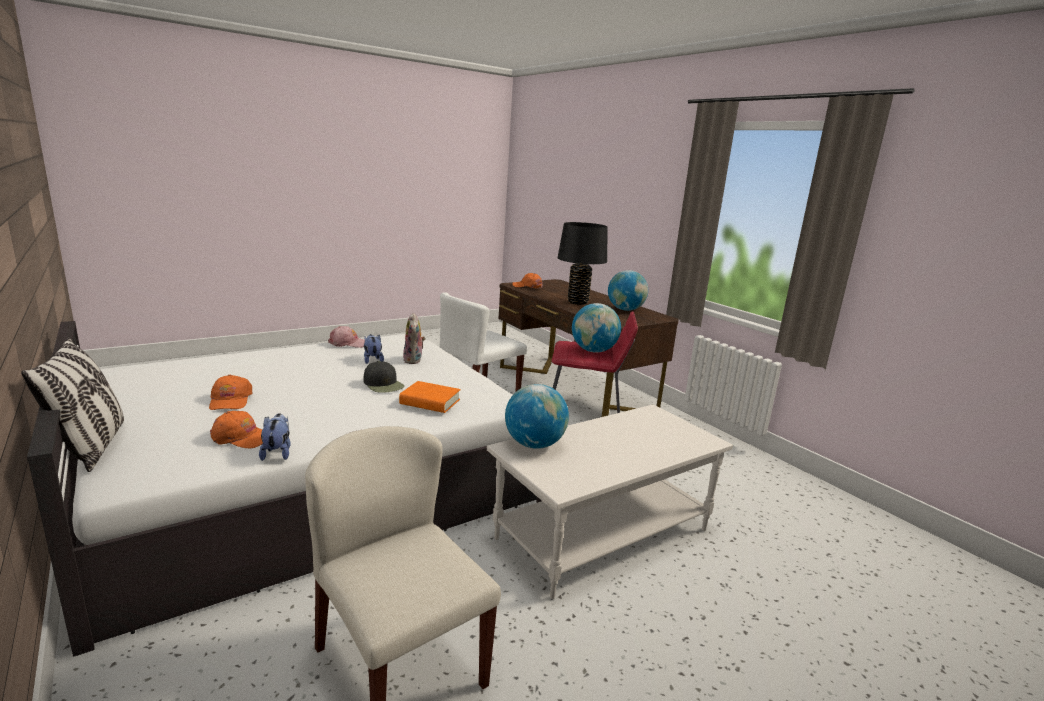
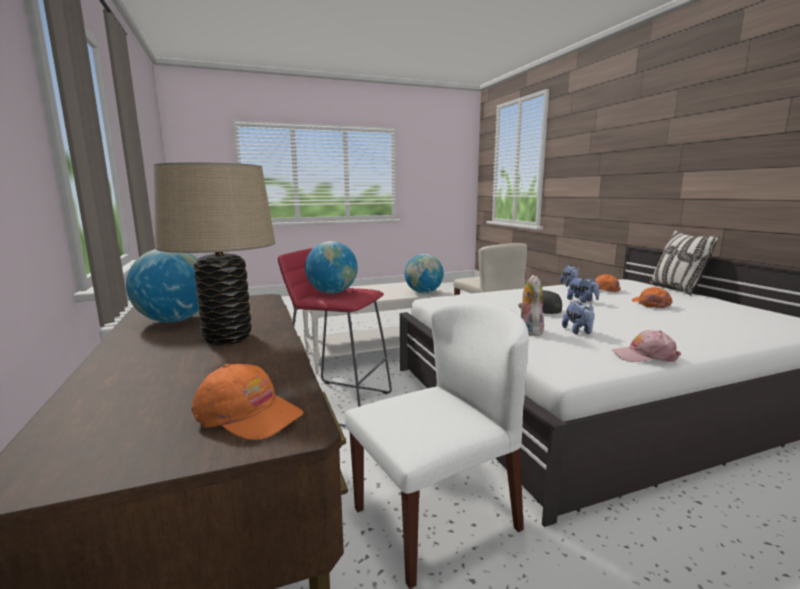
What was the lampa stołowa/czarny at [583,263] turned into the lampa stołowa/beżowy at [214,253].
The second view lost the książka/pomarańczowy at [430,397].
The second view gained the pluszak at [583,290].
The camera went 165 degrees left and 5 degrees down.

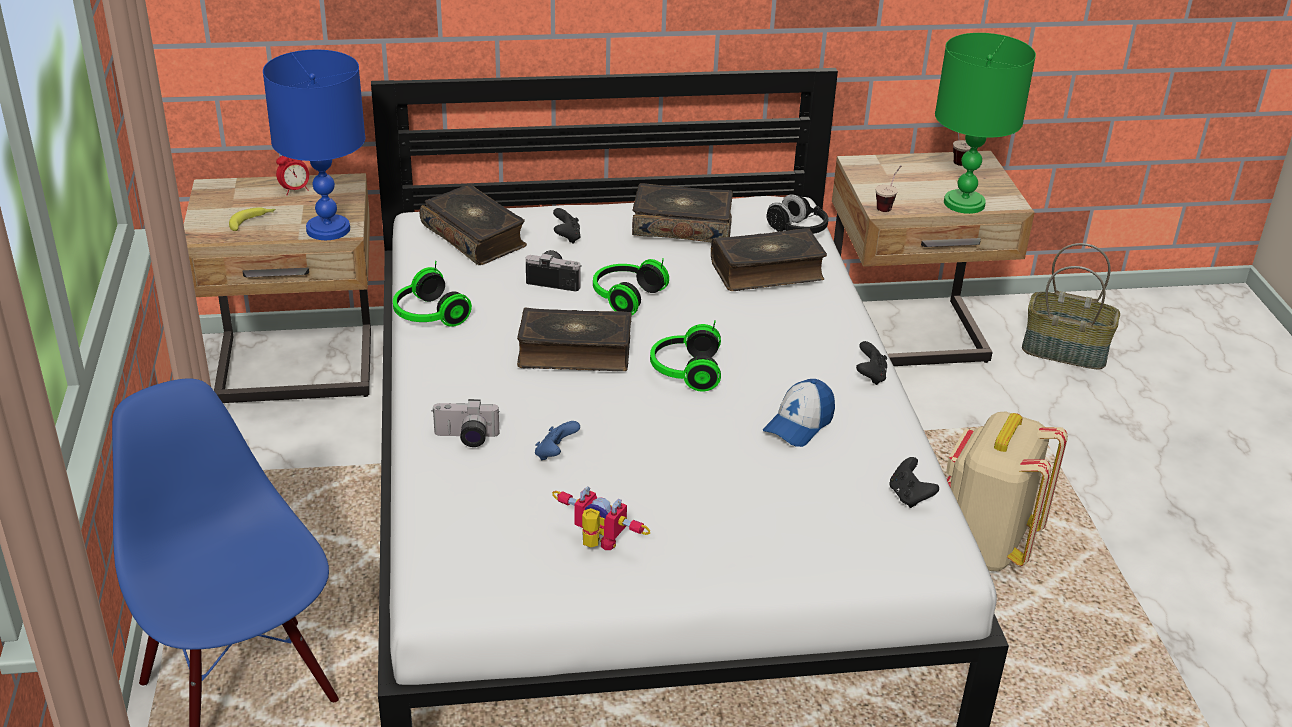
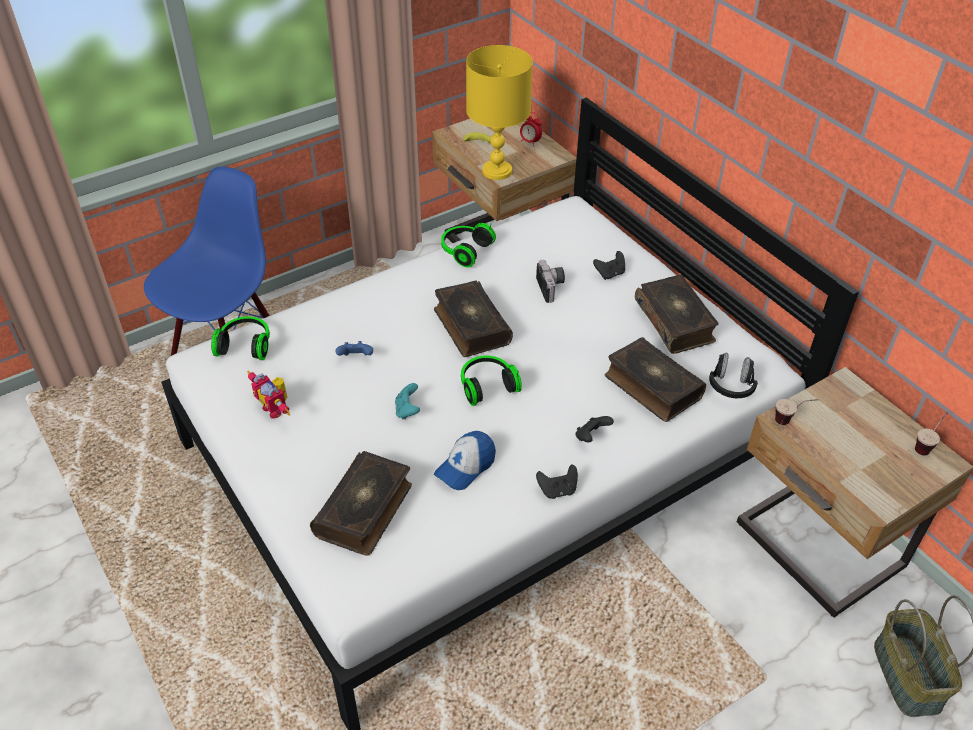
The second view lost the lampa stołowa/zielony at [985,123].
What was the lampa stołowa/niebieski at [314,145] turned into the lampa stołowa/żółty at [499,112].
The książka ended up elsewhere, having gone from [473,224] to [361,503].
The słuchawki ended up elsewhere, having gone from [631,286] to [240,338].
The czapka z daszkiem at [799,413] ended up facing another way, 60 degrees counterclockwise from before.
The second view lost the aparat fotograficzny at [466,423].
The second view lost the plecak/beżowy at [1007,491].
The pad do gier/czarny ended up elsewhere, having gone from [914,482] to [595,429].
The robot zabawkowy at [601,518] ended up facing another way, 135 degrees clockwise from before.
The second view gained the pad do gier/turkusowy at [407,401].
The camera went 65 degrees right and 10 degrees up.

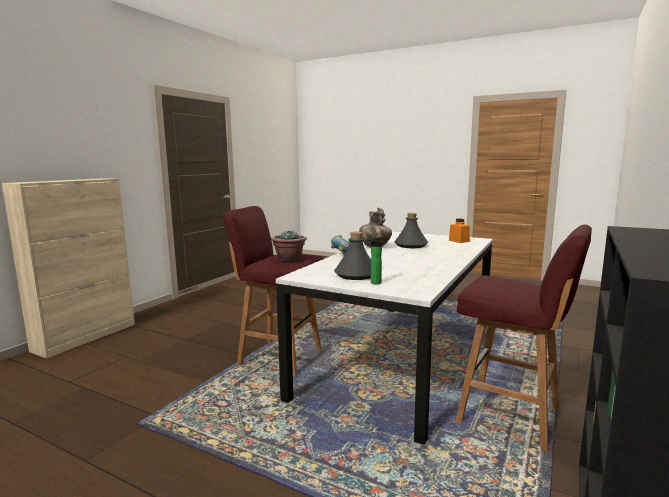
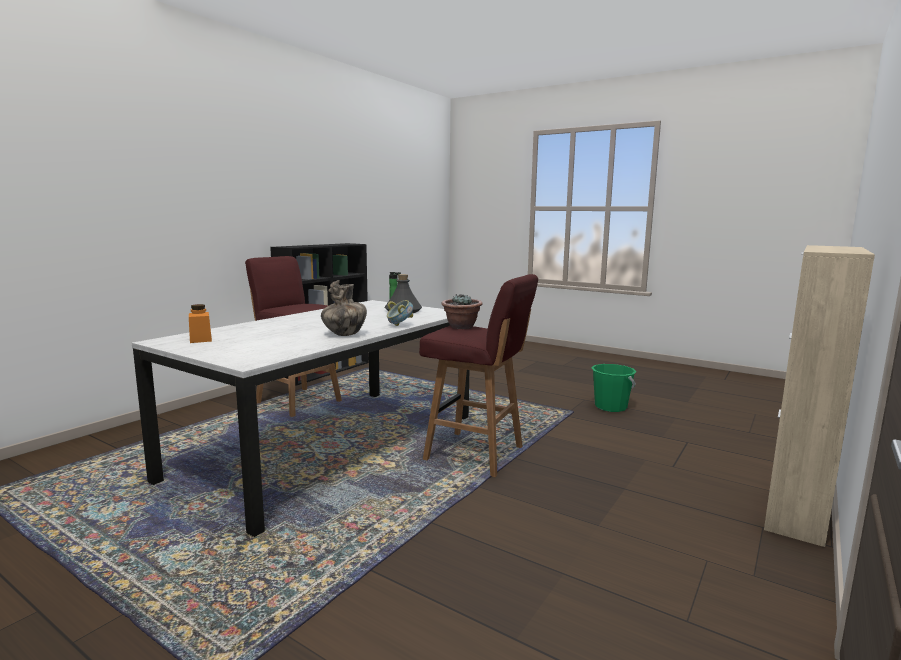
The second view lost the butelka/szary at [411,230].
The second view gained the wiadro/zielony at [614,388].
The camera went 175 degrees left and 0 degrees up.

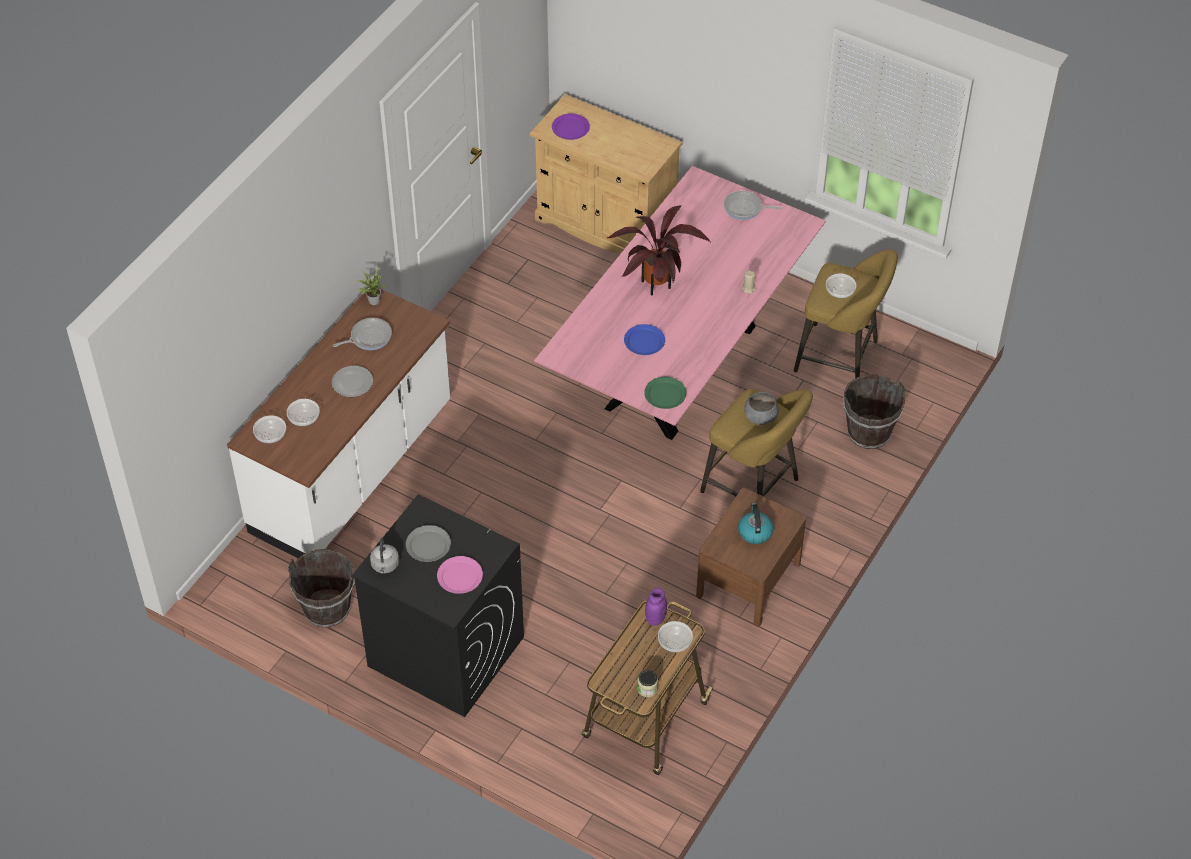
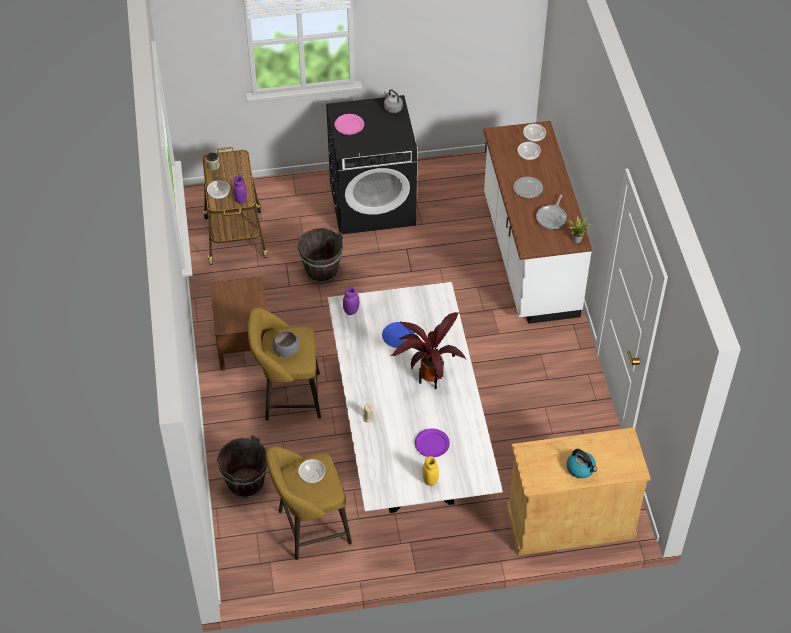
The talerz/fioletowy ended up elsewhere, having gone from [571,126] to [432,442].
What was the stół jadalny/różowy at [680,303] turned into the stół jadalny/biały at [415,397].
Where the patelnia stood at [753,205], the słoik/żółty came to stand at [431,471].
Where the talerz/zielony stood at [665,393], the słoik/fioletowy came to stand at [351,301].
The czajnik ended up elsewhere, having gone from [755,523] to [582,463].
The second view lost the talerz/szary at [428,543].
The wiadro/brązowy ended up elsewhere, having gone from [321,588] to [320,256].
The camera went 140 degrees right and 0 degrees up.

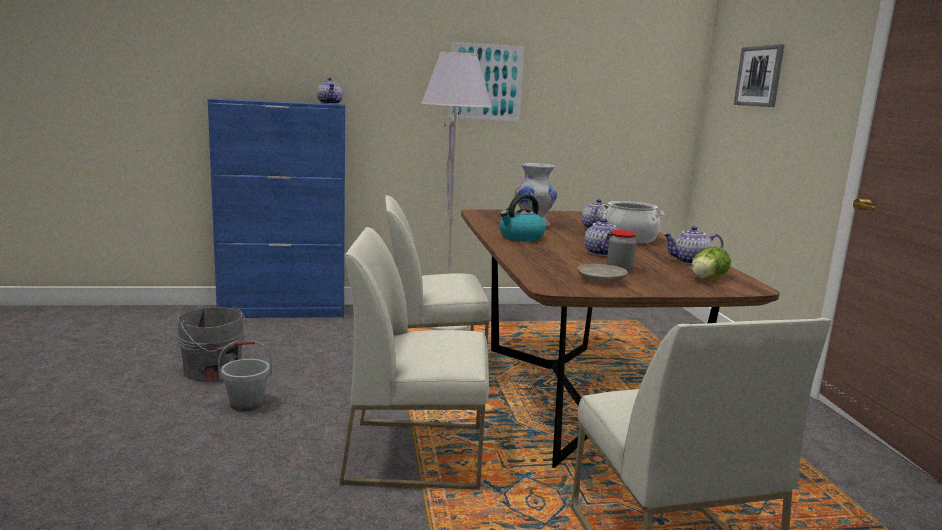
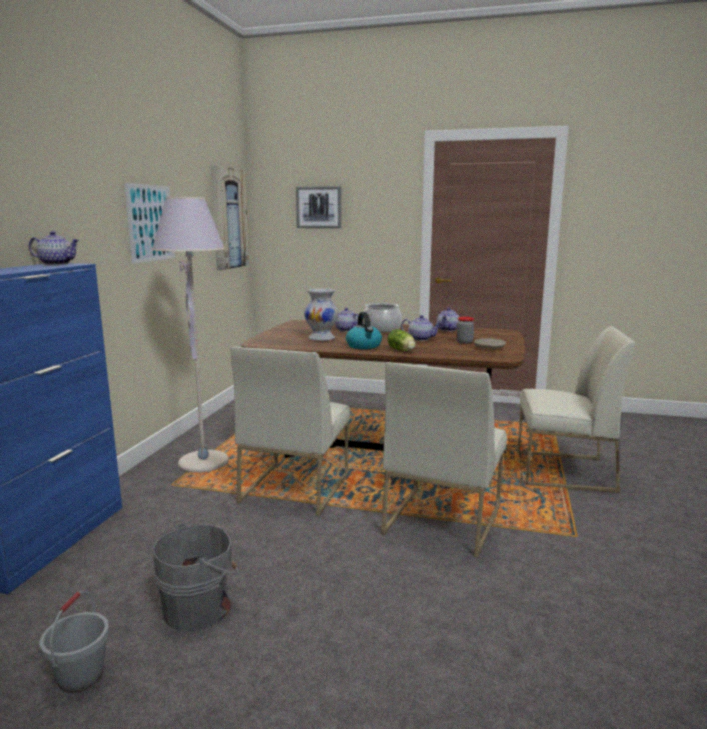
The sałata ended up elsewhere, having gone from [711,263] to [401,340].
The wiadro/szary ended up elsewhere, having gone from [245,376] to [74,642].
The second view gained the obraz at [230,217].
The camera went 65 degrees left and 0 degrees up.

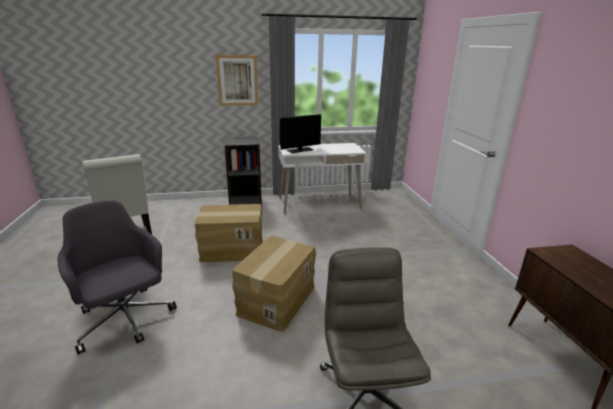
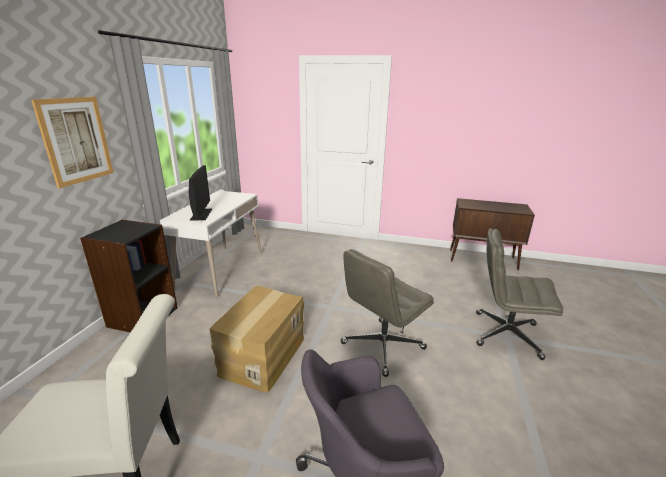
Where the karton stood at [274,283], the krzesło biurowe/szary came to stand at [387,313].
The camera went 65 degrees left and 0 degrees up.

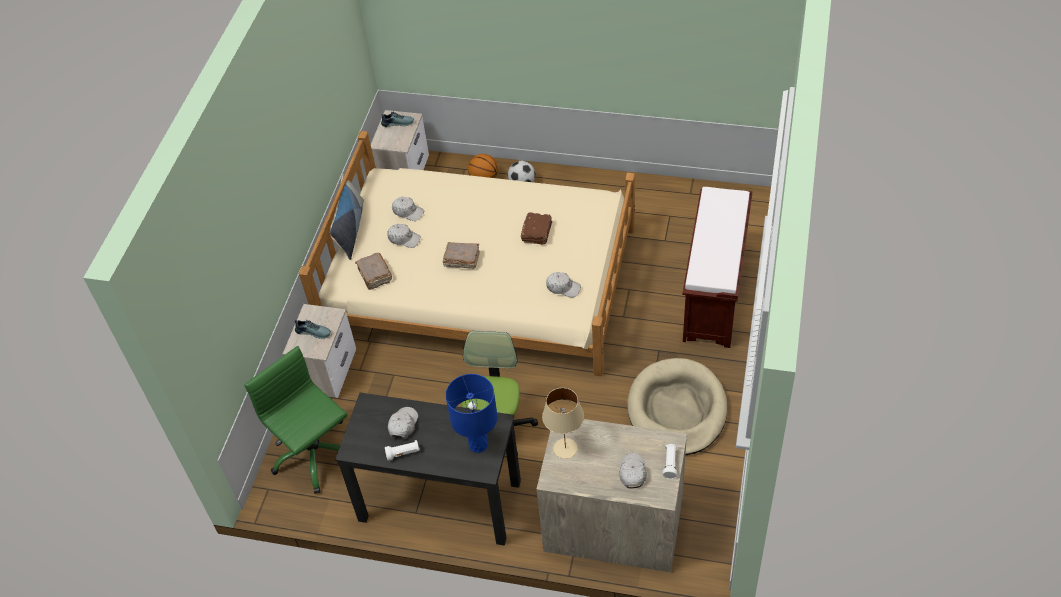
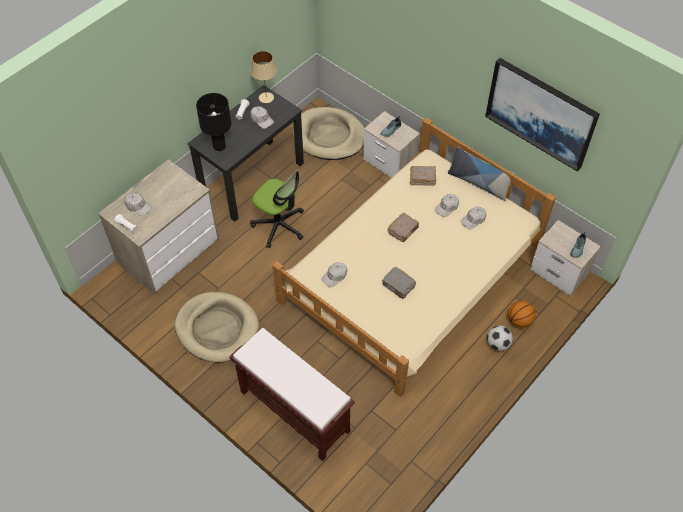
What was the książka/brązowy at [536,228] turned into the książka/szary at [399,283].
Where the krzesło biurowe/zielony stood at [295,420], the legowisko/beżowy came to stand at [329,133].
What was the lampa stołowa/niebieski at [471,413] turned into the lampa stołowa/czarny at [214,122].
The lampa stołowa/beżowy ended up elsewhere, having gone from [563,423] to [264,77].
The second view gained the obraz at [542,115].
The camera went 115 degrees right and 5 degrees up.

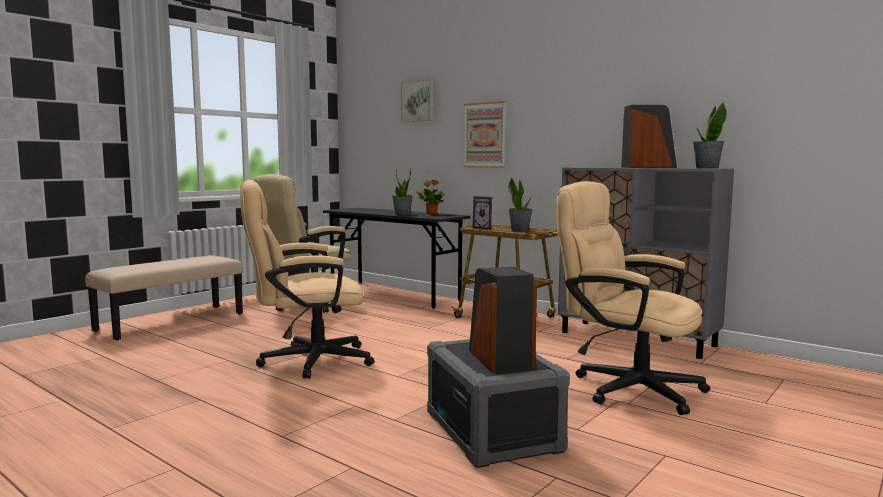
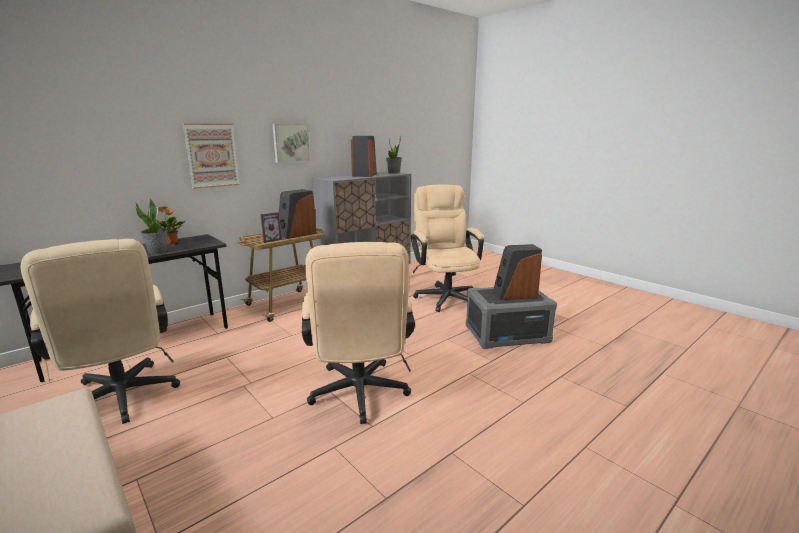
The obraz ended up elsewhere, having gone from [417,100] to [291,143].
Where the roślina doniczkowa stood at [520,204], the głośnik came to stand at [297,214].
The krzesło biurowe/beżowy at [633,298] ended up facing another way, 120 degrees clockwise from before.
The camera went 80 degrees left and 10 degrees up.

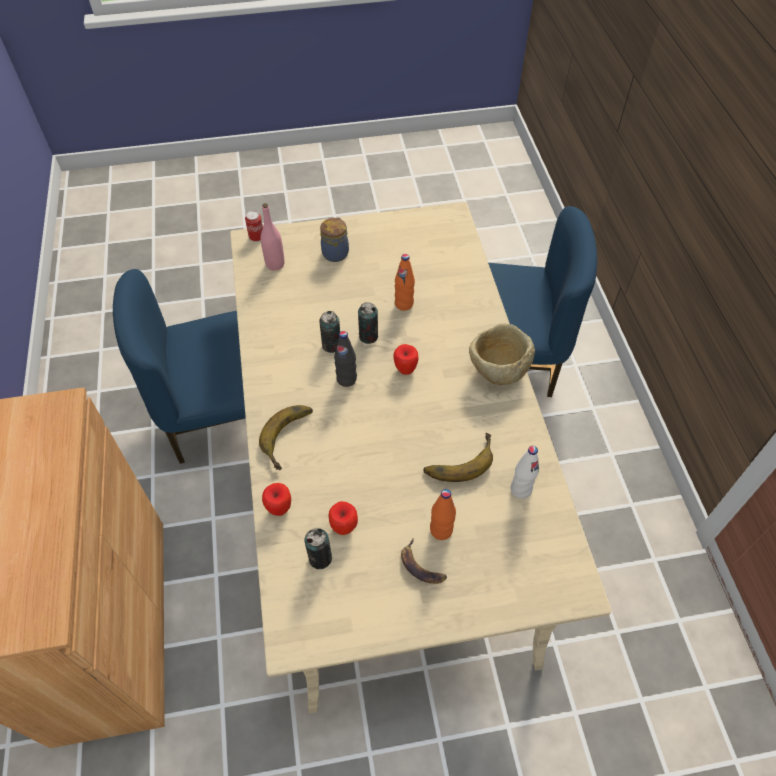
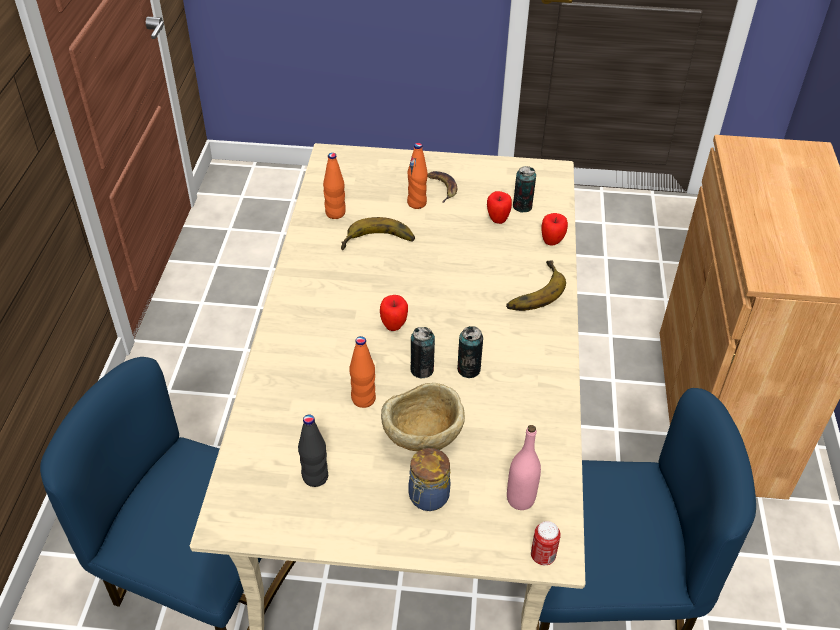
The miska/beżowy ended up elsewhere, having gone from [502,354] to [423,417].
The butelka/czarny ended up elsewhere, having gone from [345,359] to [313,450].
What was the butelka/biały at [524,472] turned into the butelka/pomarańczowy at [334,186].
The camera went 165 degrees left and 10 degrees down.

